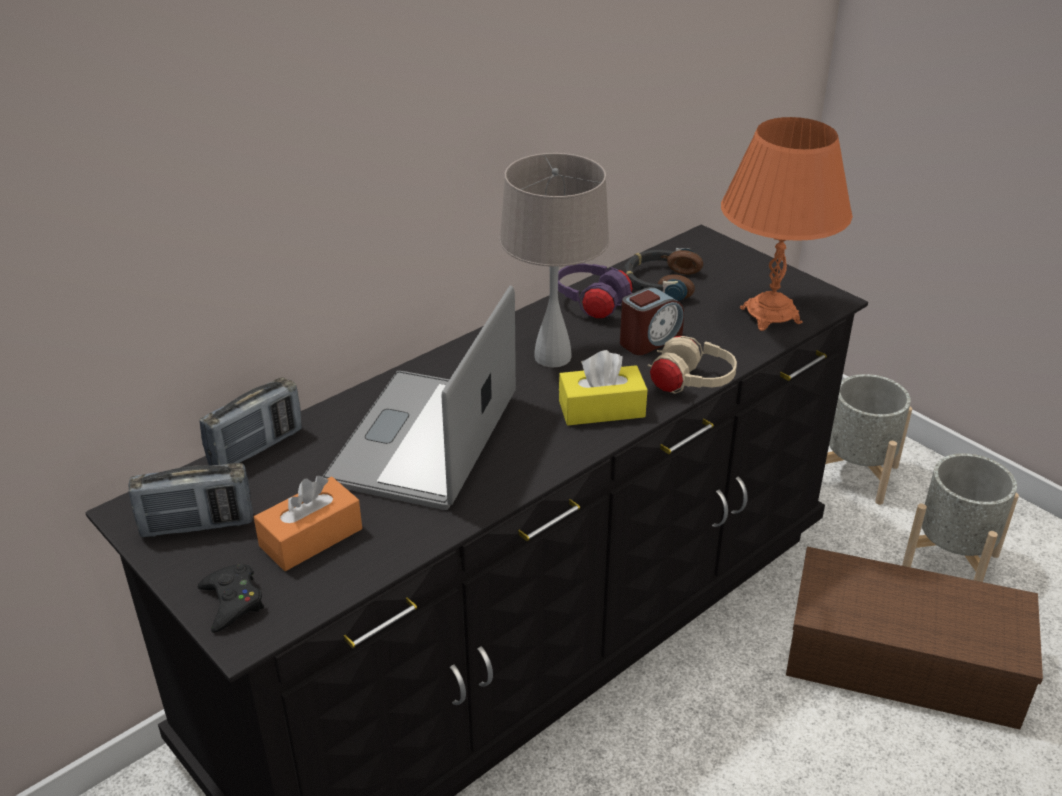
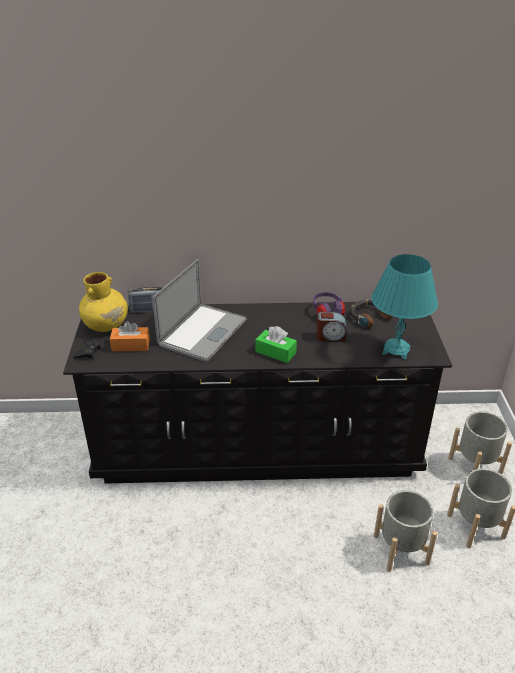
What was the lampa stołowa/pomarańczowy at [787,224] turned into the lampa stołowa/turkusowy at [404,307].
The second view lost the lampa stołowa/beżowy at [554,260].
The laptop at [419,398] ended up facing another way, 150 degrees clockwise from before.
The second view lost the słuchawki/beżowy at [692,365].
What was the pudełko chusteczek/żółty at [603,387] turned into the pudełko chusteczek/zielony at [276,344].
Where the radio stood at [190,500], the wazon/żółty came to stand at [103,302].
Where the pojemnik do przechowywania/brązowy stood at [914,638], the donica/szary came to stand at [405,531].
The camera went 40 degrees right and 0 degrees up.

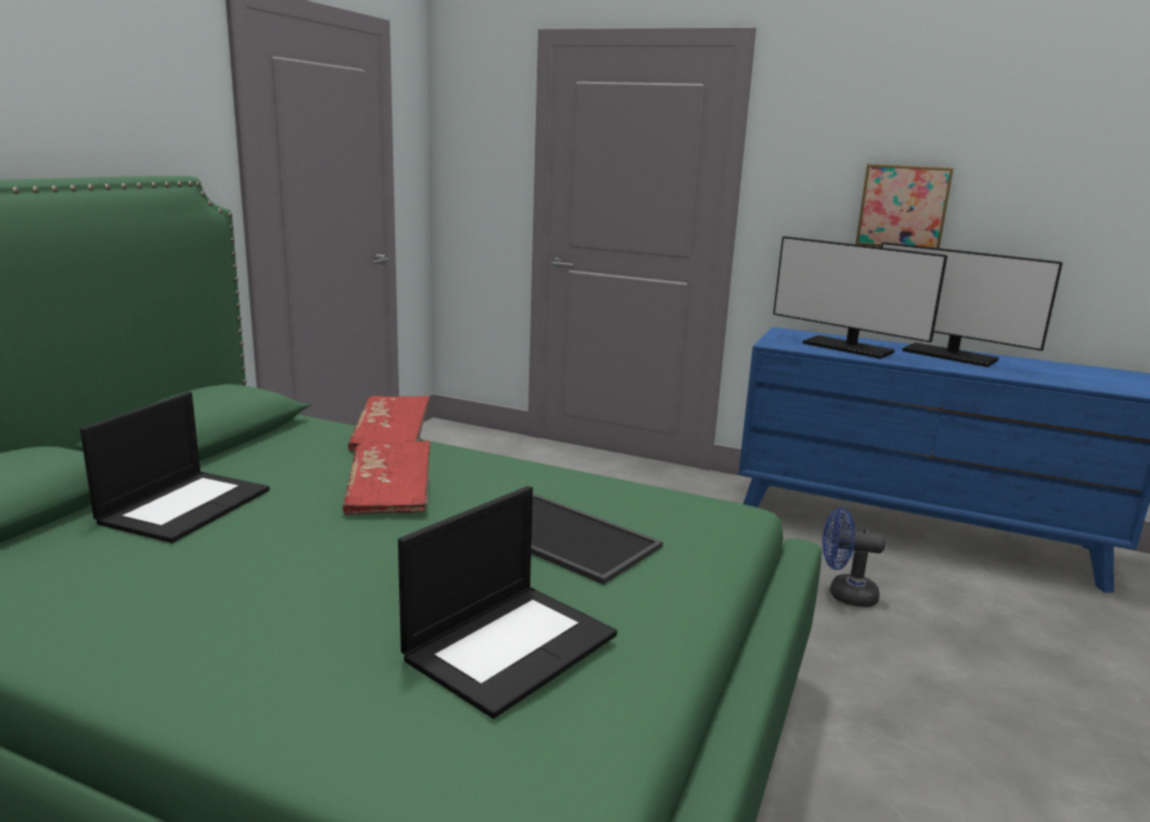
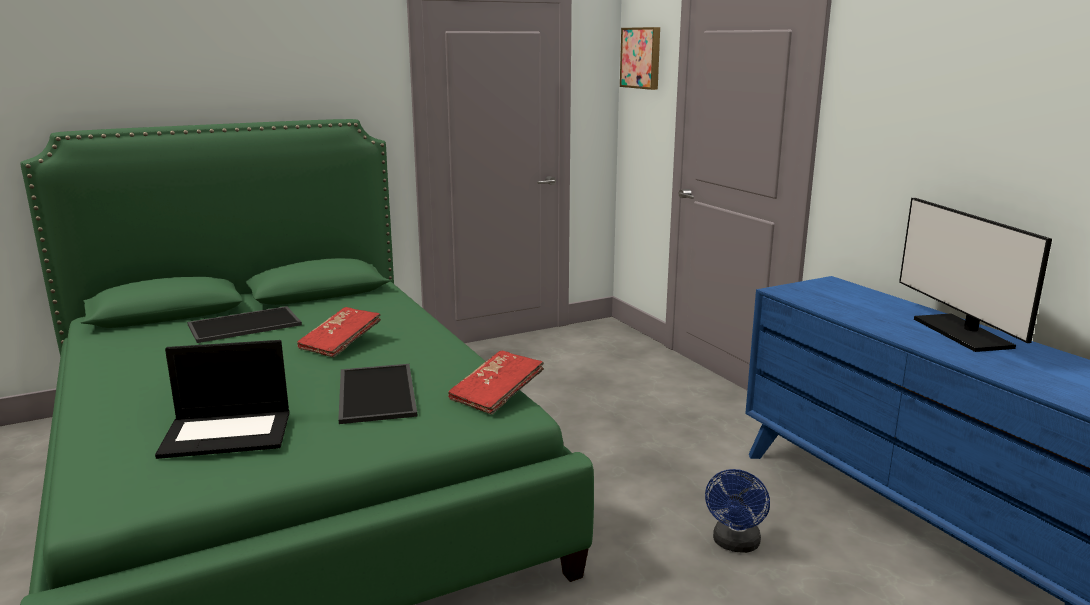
The obraz ended up elsewhere, having gone from [905,206] to [640,58].
The second view lost the monitor at [860,297].
Where the laptop stood at [175,467], the taca came to stand at [244,324].
The książka/czerwony ended up elsewhere, having gone from [389,424] to [496,382].
The wentylator/niebieski at [854,557] ended up facing another way, 120 degrees counterclockwise from before.
The camera went 40 degrees right and 0 degrees up.

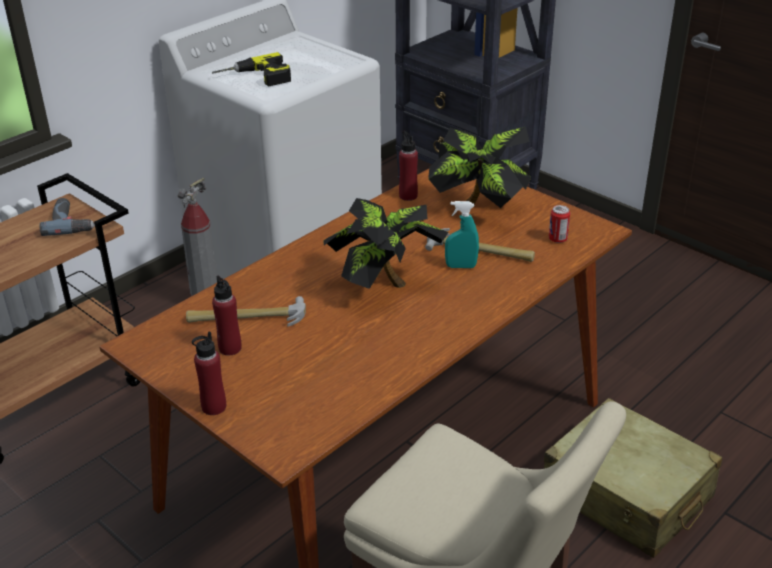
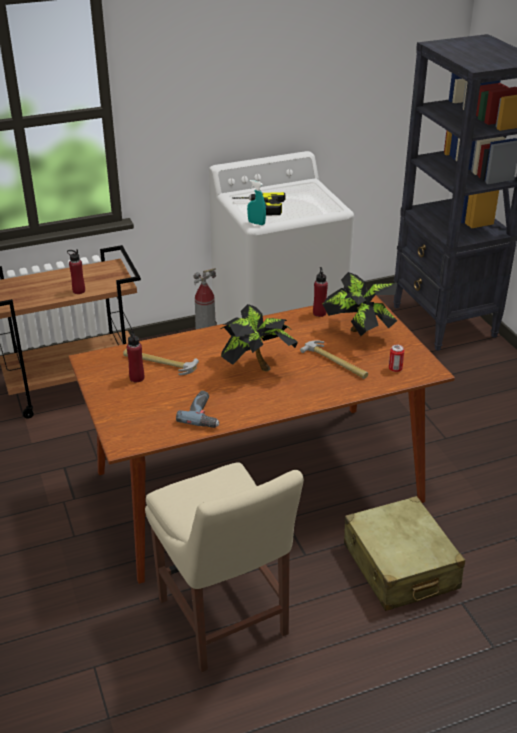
The wiertarka ended up elsewhere, having gone from [67,217] to [198,409].
The spryskiwacz/turkusowy ended up elsewhere, having gone from [462,234] to [256,202].
The butelka/czerwony ended up elsewhere, having gone from [209,373] to [76,271].
The camera went 25 degrees right and 0 degrees up.

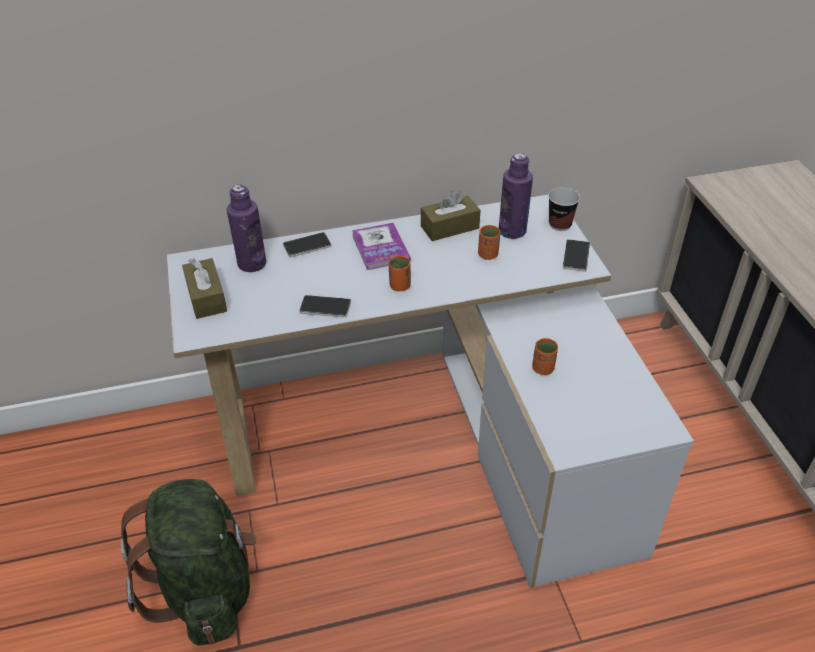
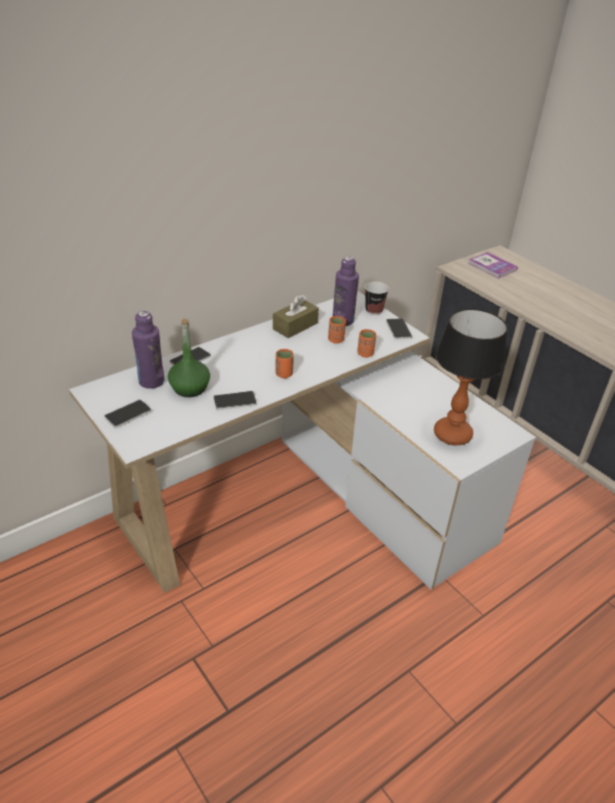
The książka ended up elsewhere, having gone from [381,246] to [493,265].
Where the pudełko chusteczek/brązowy stood at [204,288], the telefon came to stand at [127,414].
The filiżanka/pomarańczowy ended up elsewhere, having gone from [545,356] to [366,343].
The second view lost the plecak/zielony at [189,562].
The second view gained the lampa stołowa at [470,377].
The second view gained the butelka/zielony at [189,357].
The camera went 25 degrees left and 5 degrees down.

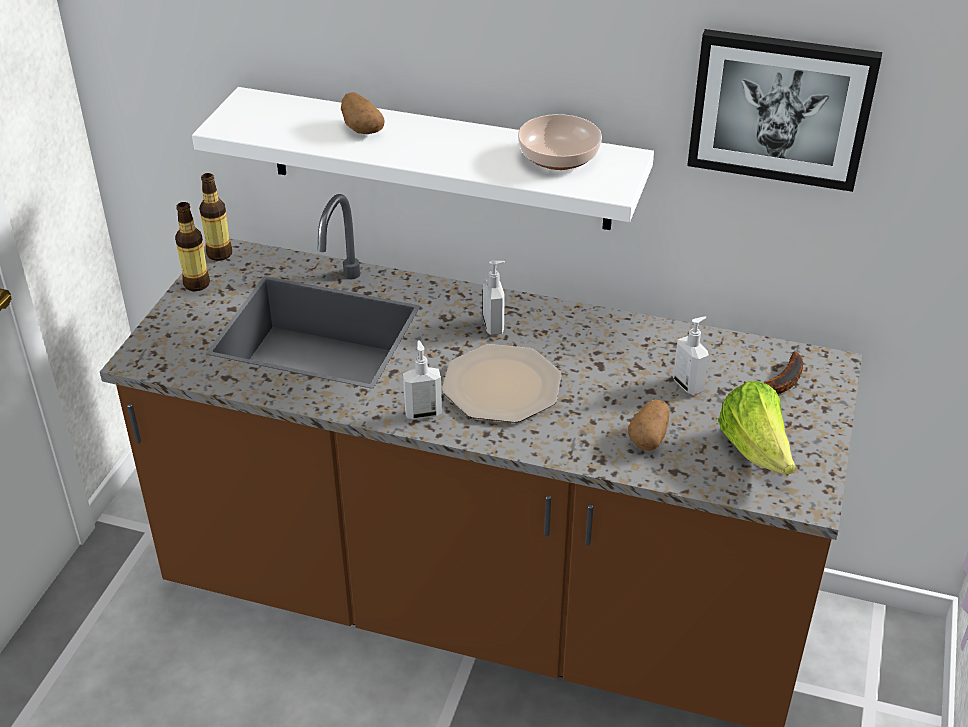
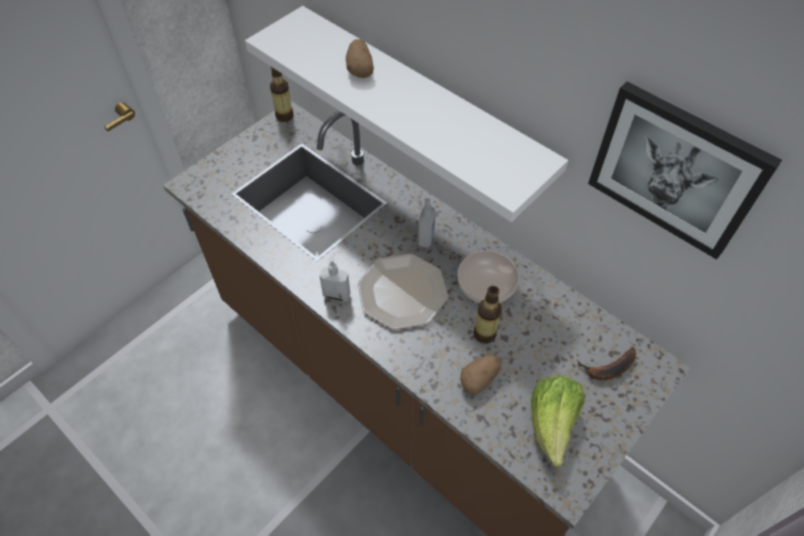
The miska ended up elsewhere, having gone from [560,142] to [488,277].
The butelka ended up elsewhere, having gone from [192,246] to [487,315].
The second view lost the dozownik mydła at [691,355].
The camera went 25 degrees right and 15 degrees up.

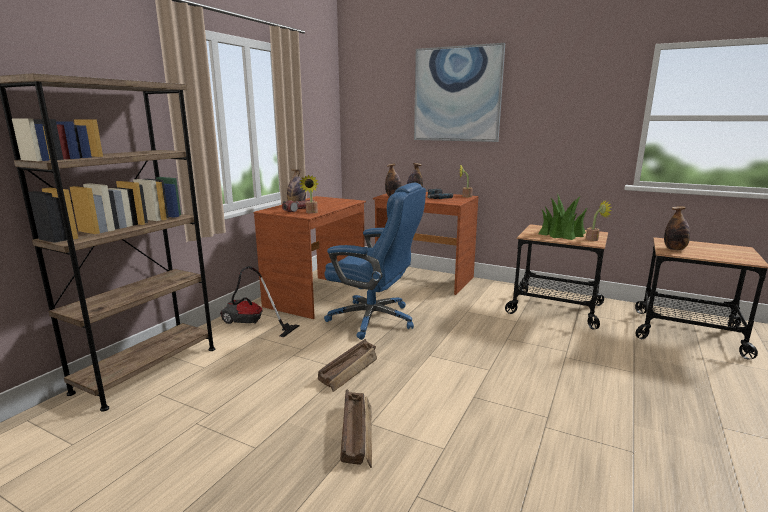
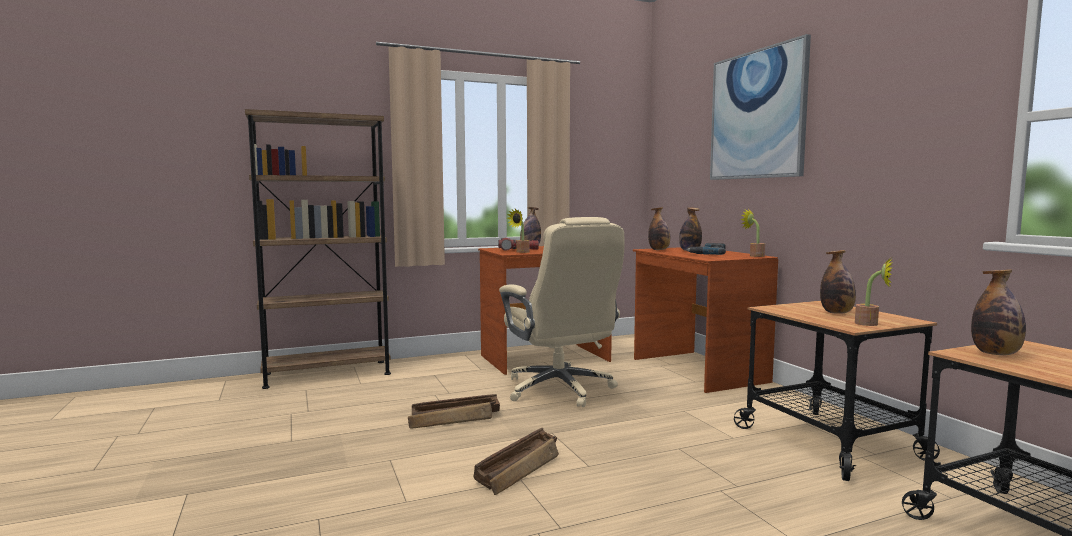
What was the krzesło biurowe/niebieski at [375,261] turned into the krzesło biurowe/beżowy at [561,312].
Where the roślina doniczkowa stood at [563,217], the butelka came to stand at [838,282].
The second view lost the odkurzacz at [259,302].
The skrzynka ended up elsewhere, having gone from [356,428] to [516,461].
The camera went 40 degrees right and 10 degrees down.

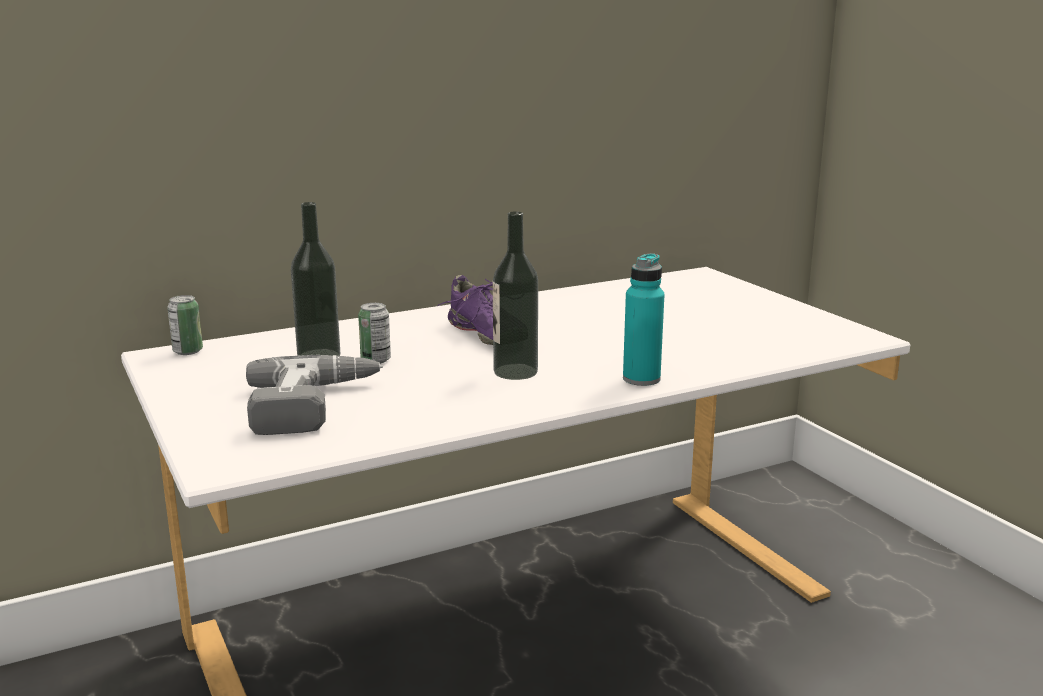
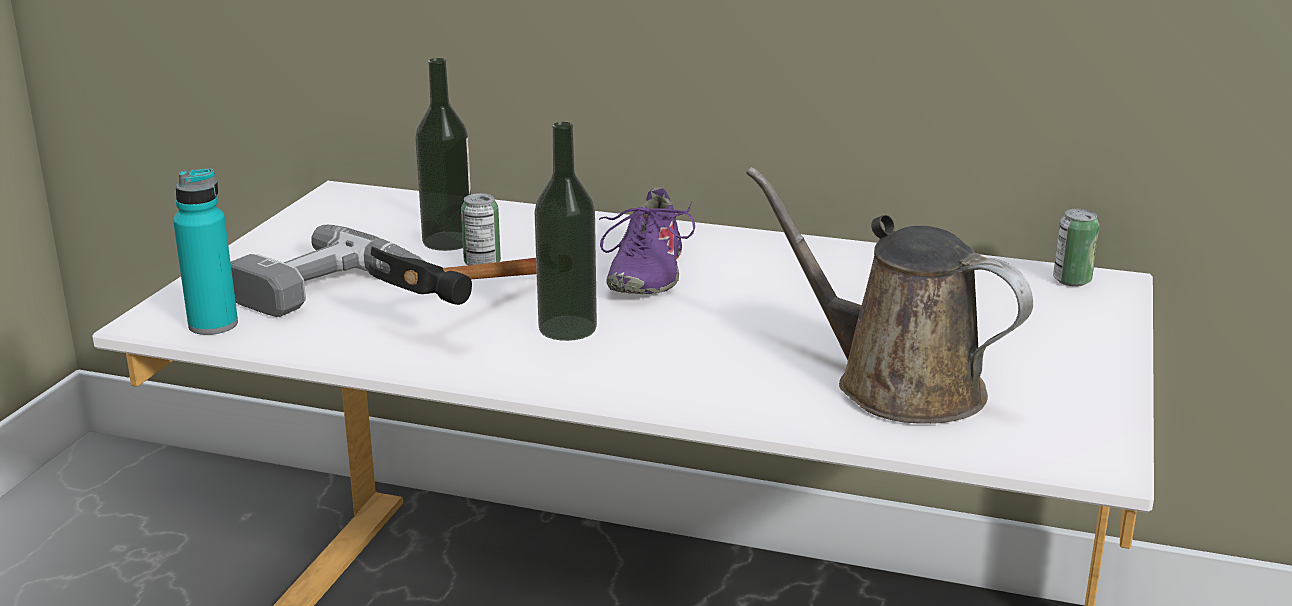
The butelka/turkusowy ended up elsewhere, having gone from [644,319] to [205,252].
The puszka ended up elsewhere, having gone from [185,325] to [1076,248].
The second view gained the konewka/brązowy at [889,295].
The second view gained the młotek at [452,275].
The camera went 45 degrees right and 5 degrees up.

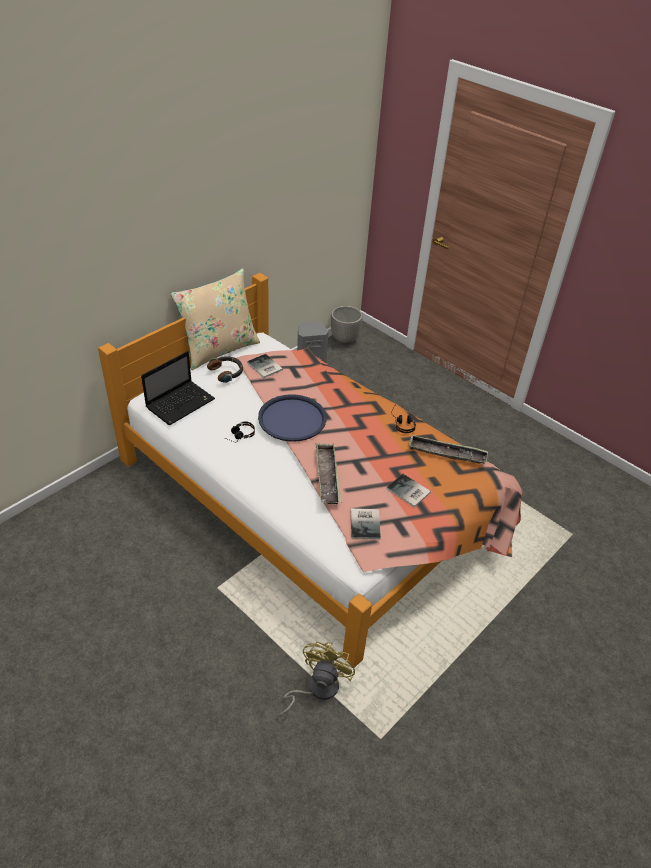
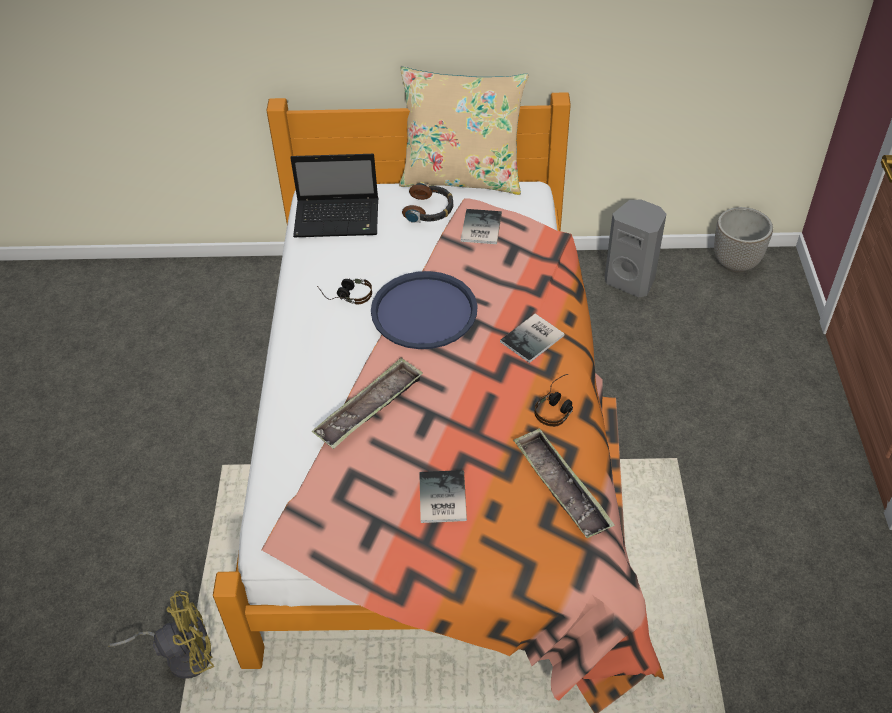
The książka ended up elsewhere, having gone from [365,523] to [532,338].
The camera went 50 degrees right and 5 degrees up.

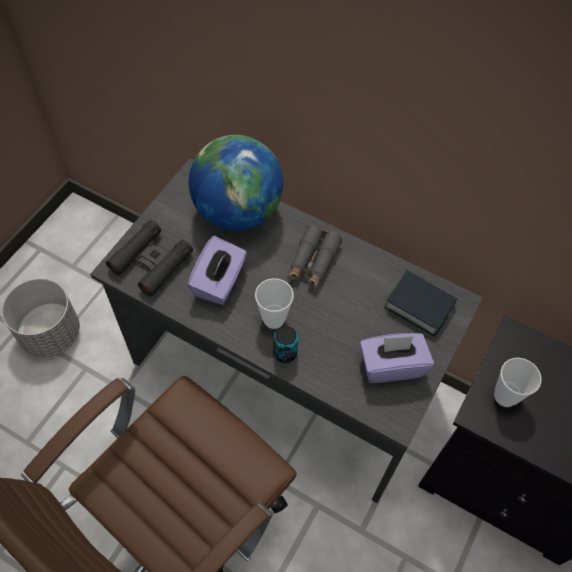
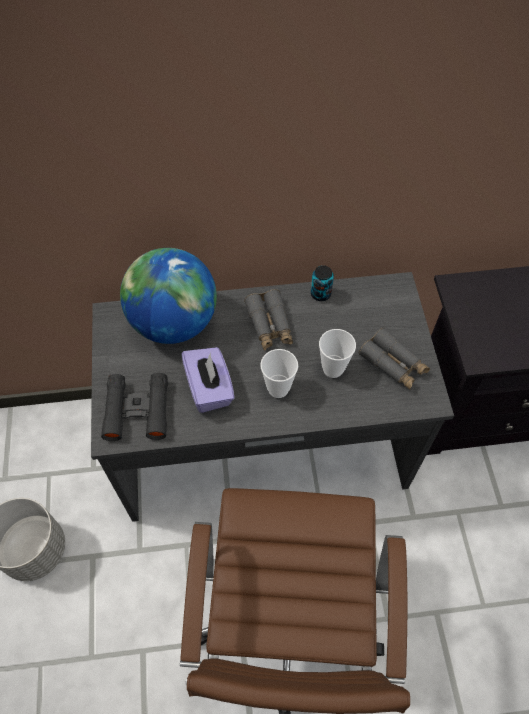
The second view lost the książka at [420,303].
The puszka ended up elsewhere, having gone from [285,344] to [322,283].
Where the pudełko chusteczek/fioletowy stood at [397,358], the lornetka/szary came to stand at [394,359].
The filiżanka ended up elsewhere, having gone from [518,382] to [337,353].
The camera went 35 degrees left and 0 degrees up.

